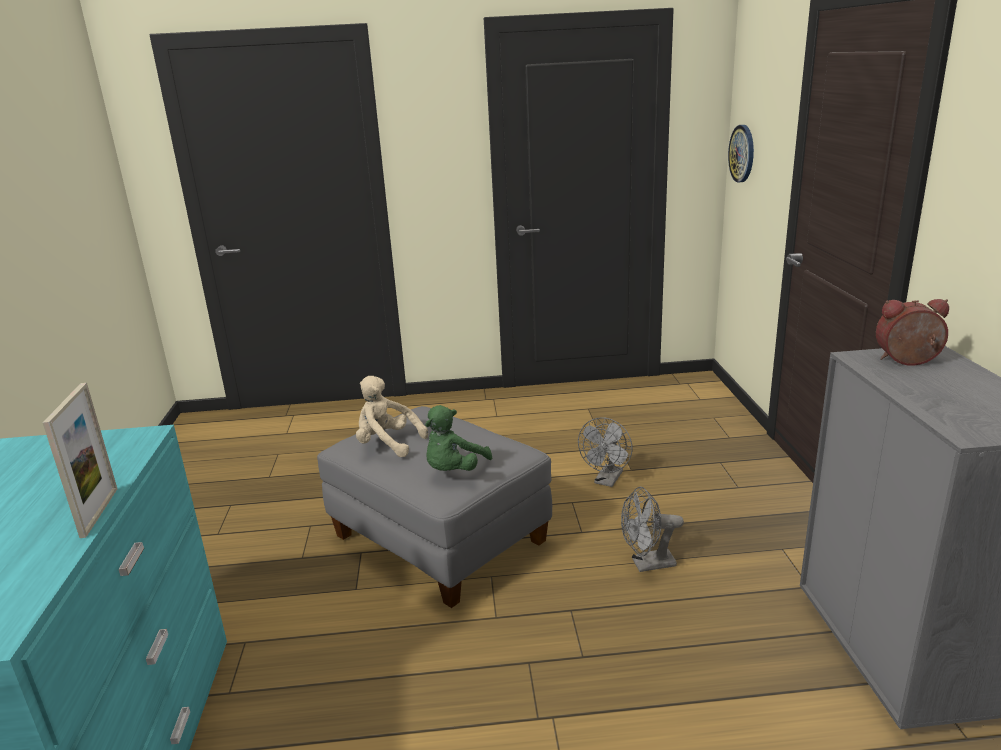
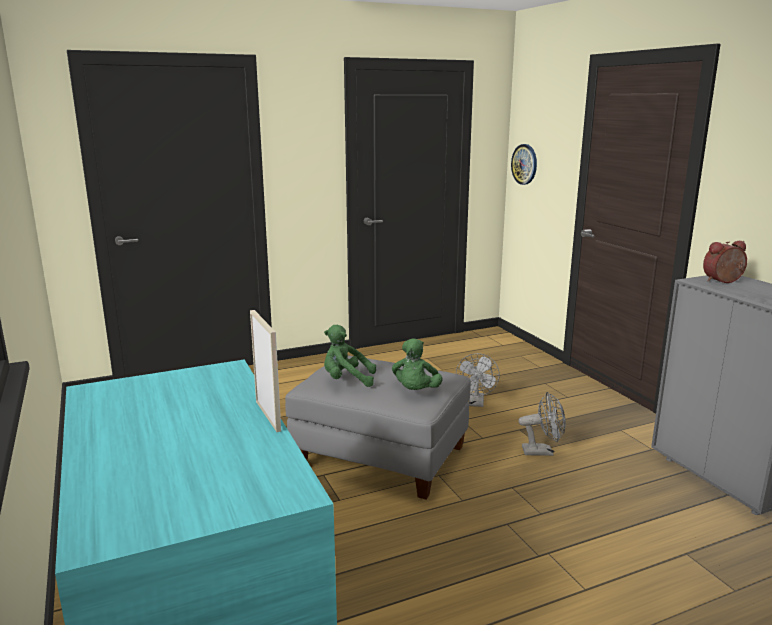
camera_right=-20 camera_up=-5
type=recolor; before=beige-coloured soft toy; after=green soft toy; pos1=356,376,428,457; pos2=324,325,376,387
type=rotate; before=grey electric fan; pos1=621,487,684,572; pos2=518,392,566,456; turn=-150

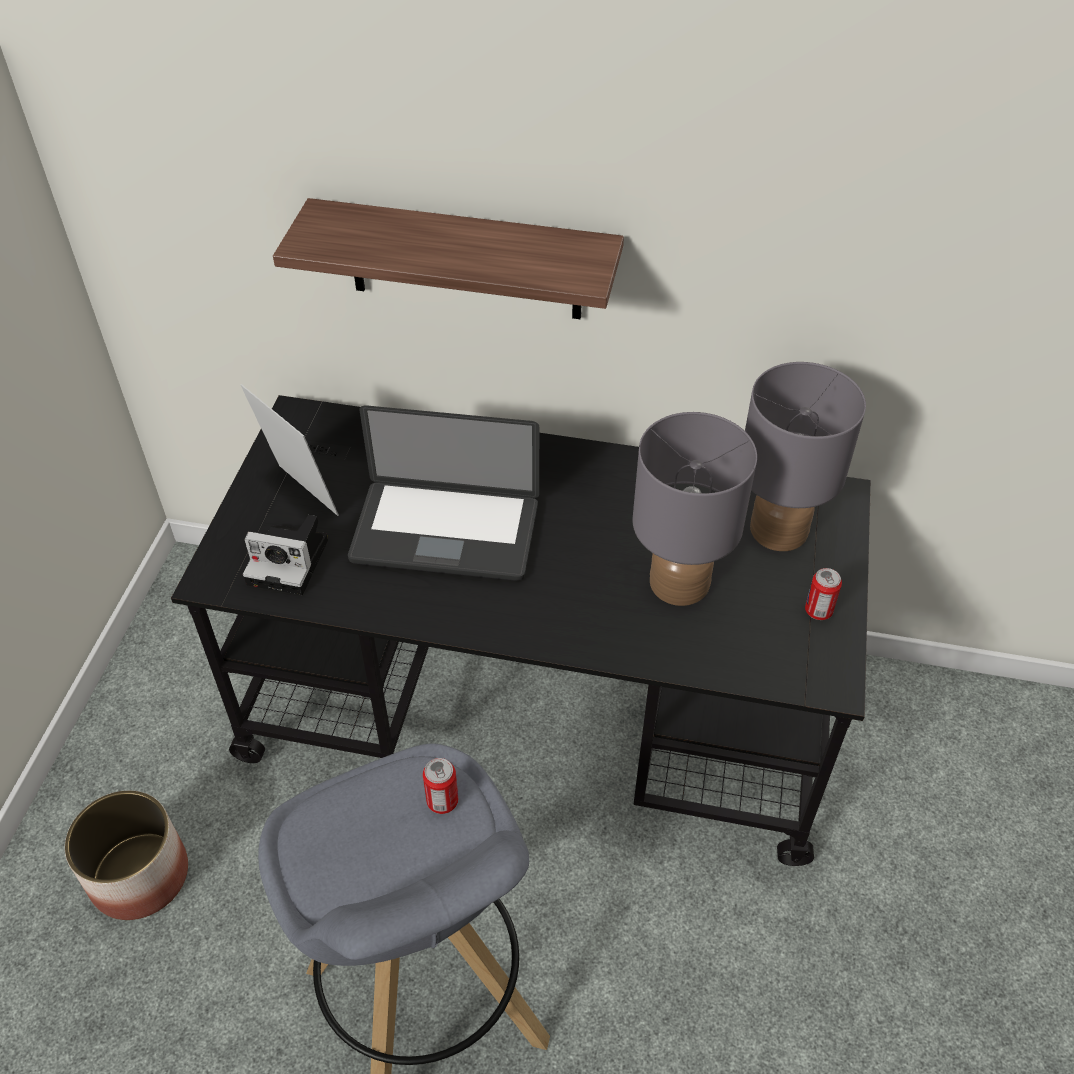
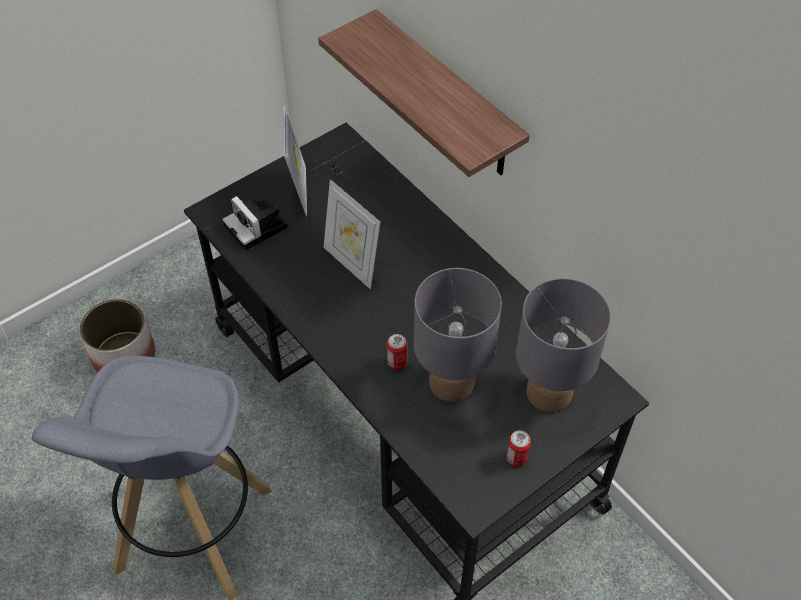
camera_right=40 camera_up=5
type=move; before=can; pos1=423,758,458,814; pos2=387,334,407,370
type=replace; before=laptop; after=photo frame; pos1=348,405,539,581; pos2=324,179,381,289

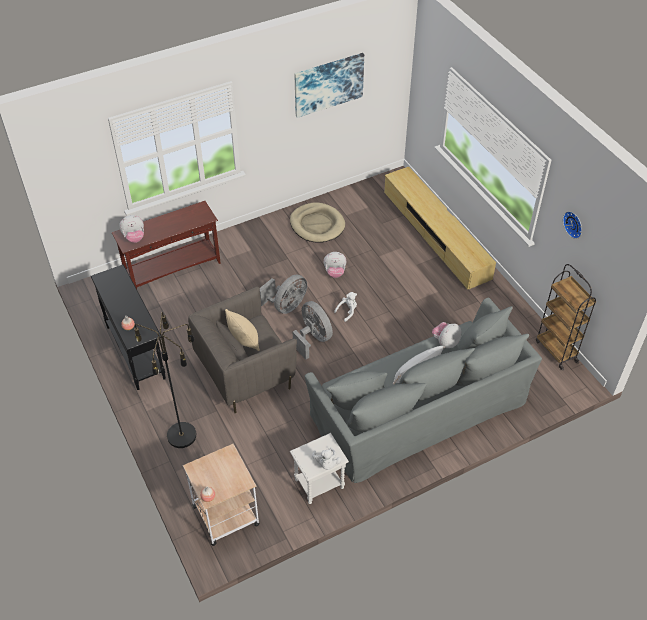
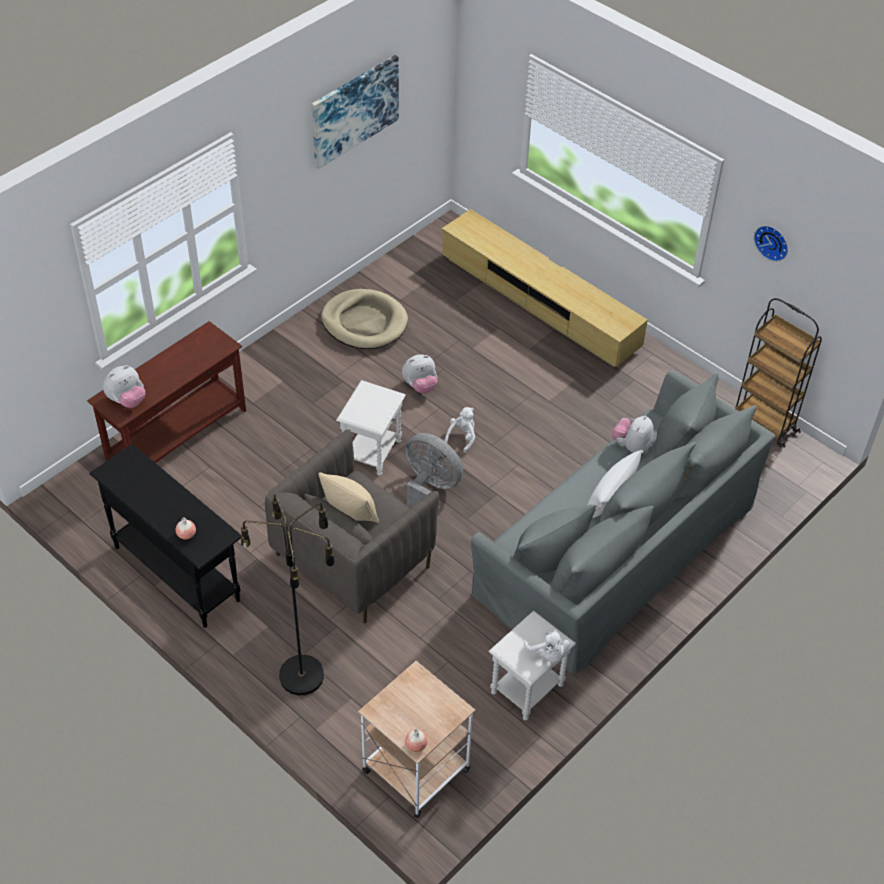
camera_right=-20 camera_up=0
type=replace; before=grey electric fan; after=whitish accent table; pos1=260,275,307,314; pos2=336,380,406,475

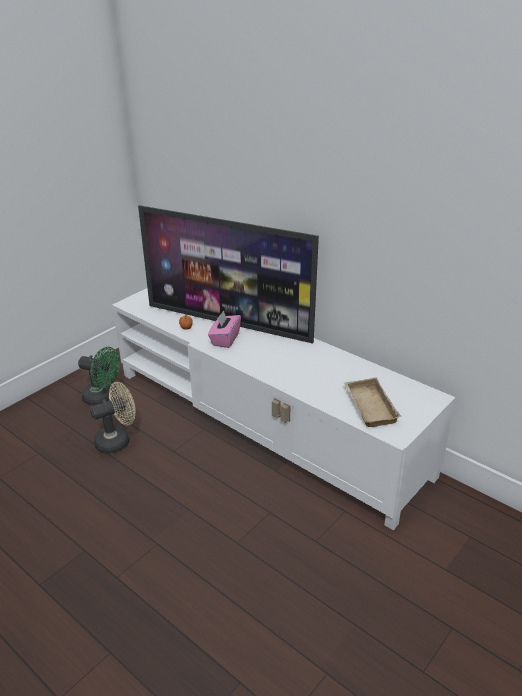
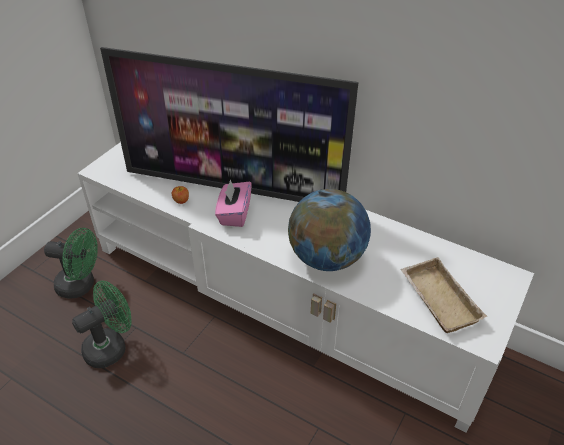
camera_right=-10 camera_up=10
type=insert; after=world globe; pos2=288,189,371,271
type=recolor; before=beige-coloured electric fan; after=green electric fan; pos1=90,382,136,454; pos2=72,281,132,368

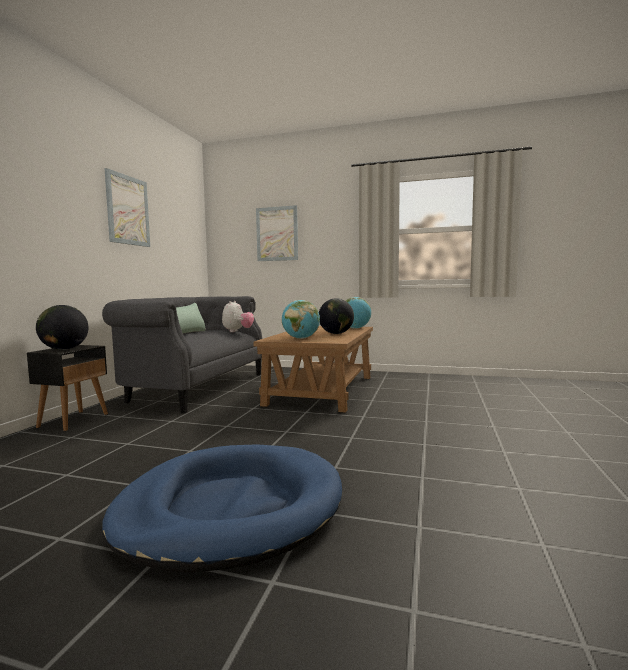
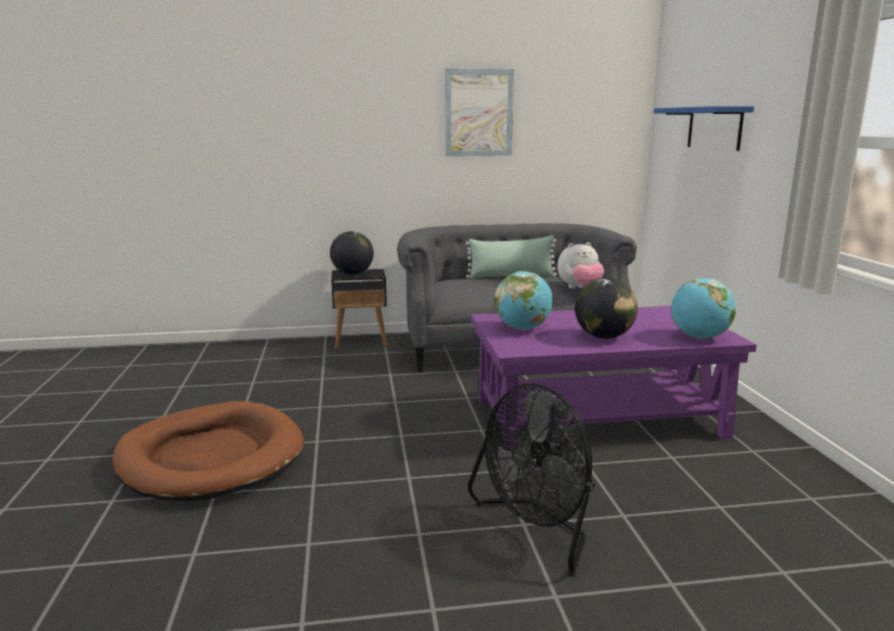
camera_right=65 camera_up=10
type=insert; after=black-coloured electric fan; pos2=468,383,596,577
type=replace; before=wall art; after=blue bracket shelf; pos1=256,205,298,261; pos2=654,106,754,151
type=recolor; before=blue pet bed; after=brown pet bed; pos1=102,444,342,572; pos2=113,401,304,501
type=recolor; before=brown lounge table; after=purplish lounge table; pos1=253,326,373,413; pos2=471,306,757,451

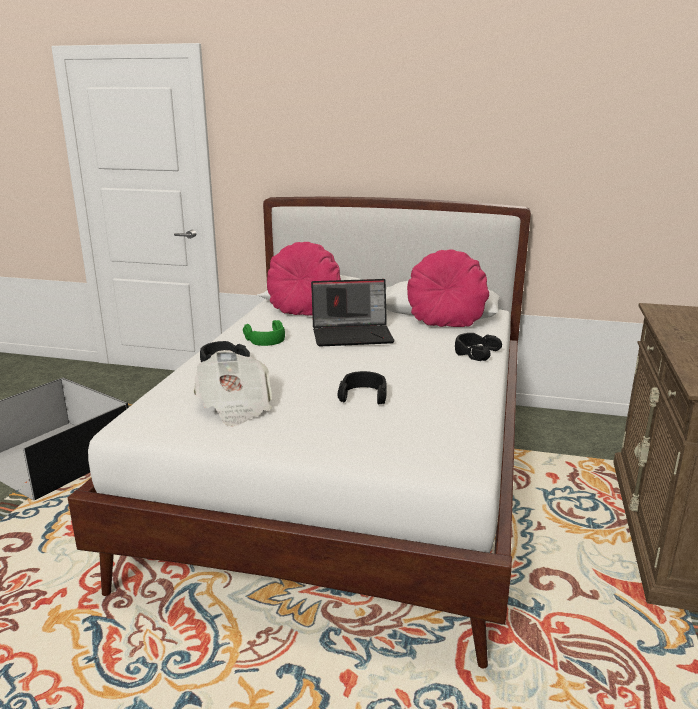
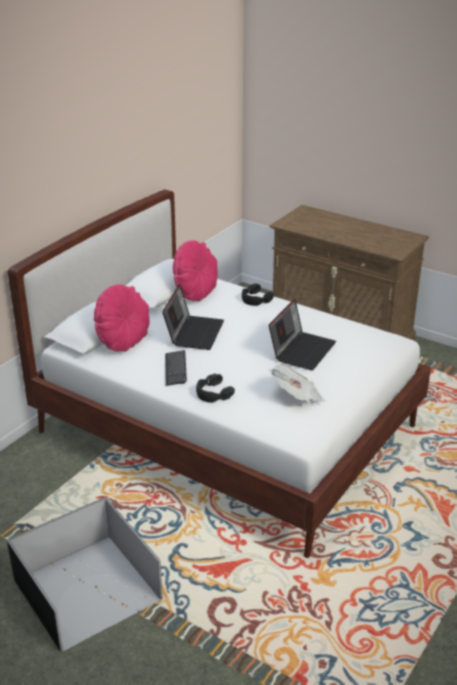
camera_right=-70 camera_up=10
type=replace; before=green headphones; after=keyboard; pos1=243,320,285,346; pos2=165,350,187,386
type=replace; before=black-coloured headphones; after=laptop; pos1=338,371,387,404; pos2=269,299,336,370

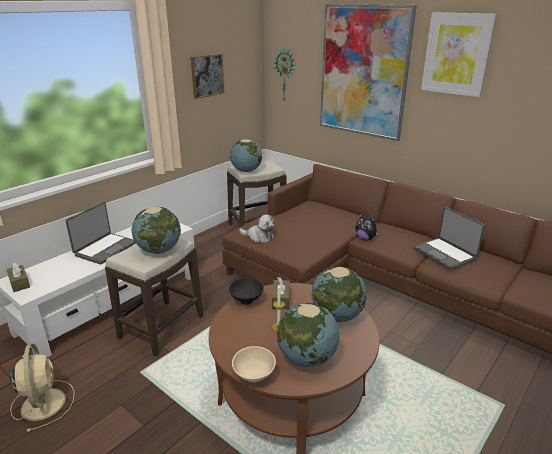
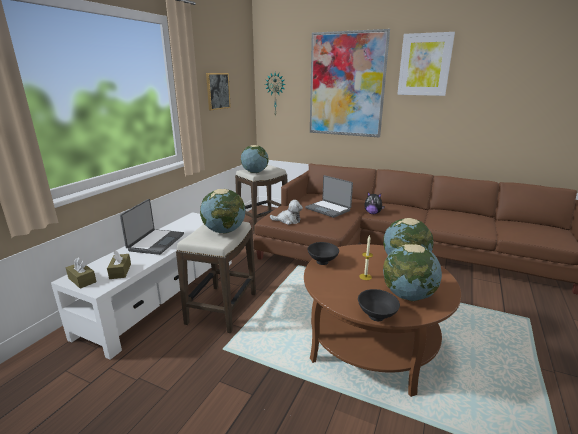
camera_right=-15 camera_up=-5
type=delete; before=beige-coloured electric fan; pos1=10,343,75,432
type=move; before=brown tissue box; pos1=272,277,290,309; pos2=107,250,131,279
type=move; before=laptop; pos1=414,207,485,270; pos2=305,175,353,218
type=recolor; before=beige-coloured bowl; after=black-coloured bowl; pos1=232,346,276,383; pos2=358,289,400,321

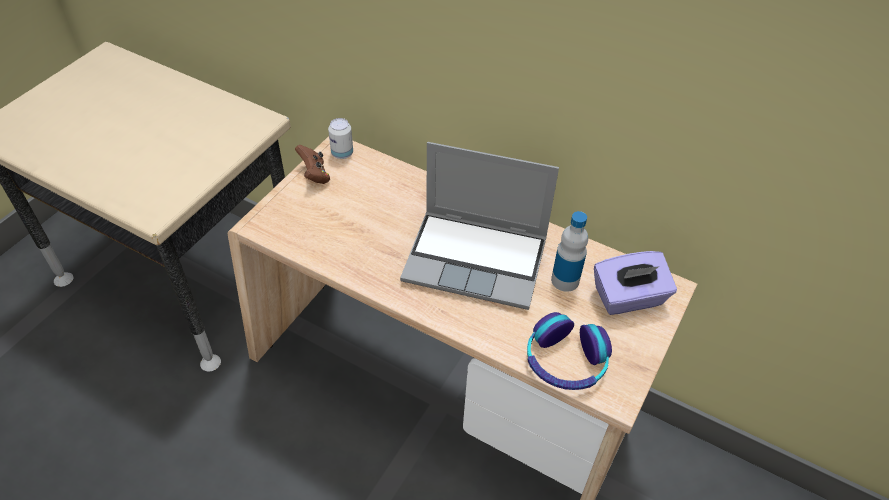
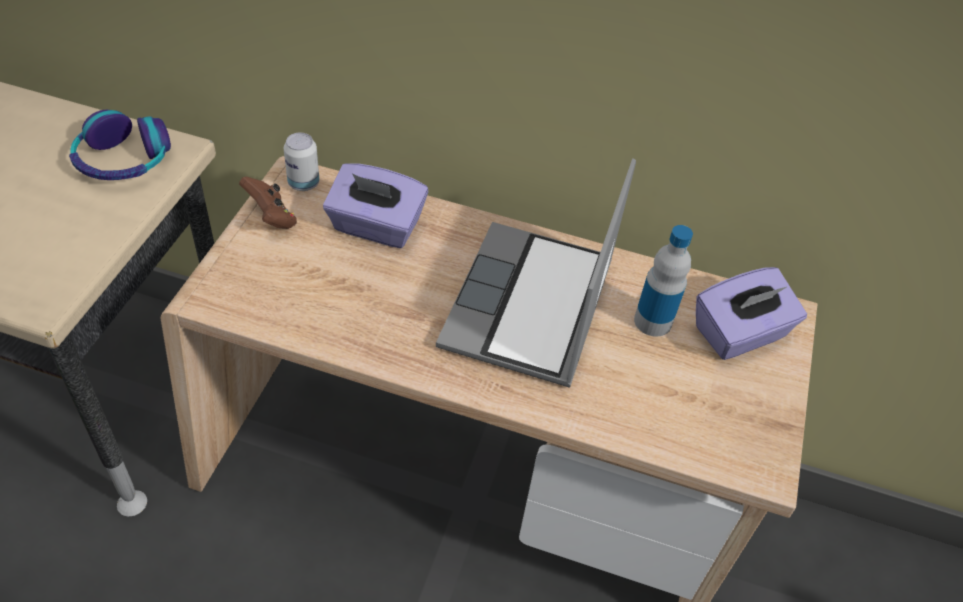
camera_right=-15 camera_up=0
type=insert; after=purplish tissue box; pos2=323,163,428,248
type=move; before=headphones; pos1=527,312,612,390; pos2=69,110,171,180
type=rotate; before=laptop; pos1=400,142,559,310; pos2=436,158,636,388; turn=105

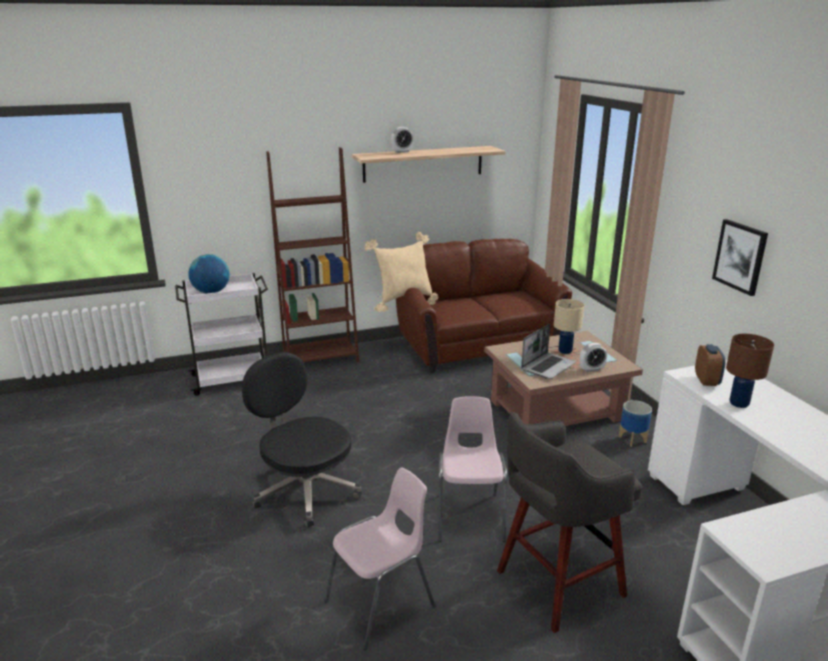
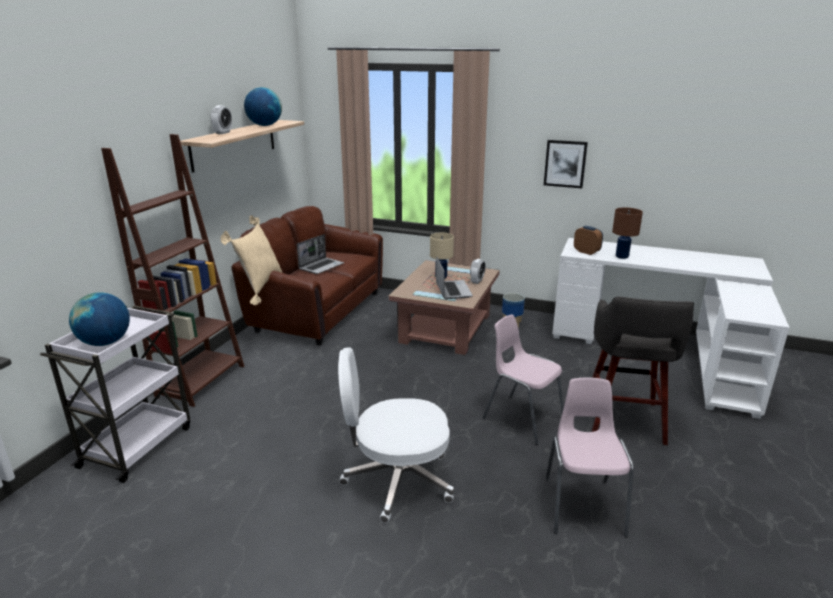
camera_right=-50 camera_up=0
type=insert; after=world globe; pos2=244,87,282,126
type=insert; after=laptop; pos2=297,234,344,274
type=recolor; before=black-coloured desk chair; after=whitish desk chair; pos1=242,352,362,528; pos2=338,347,454,523

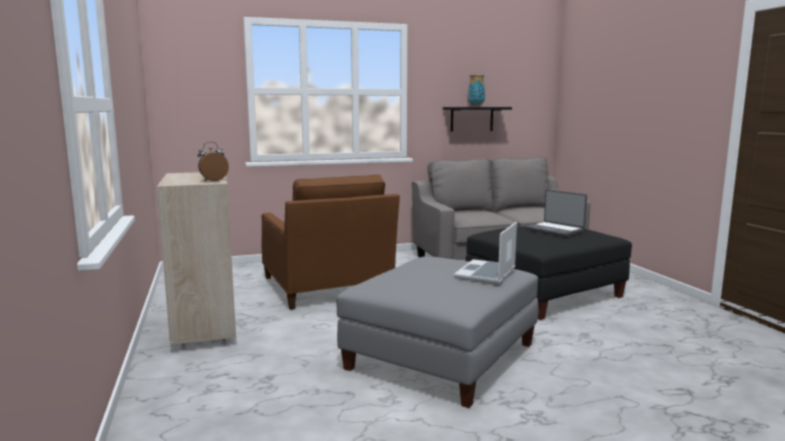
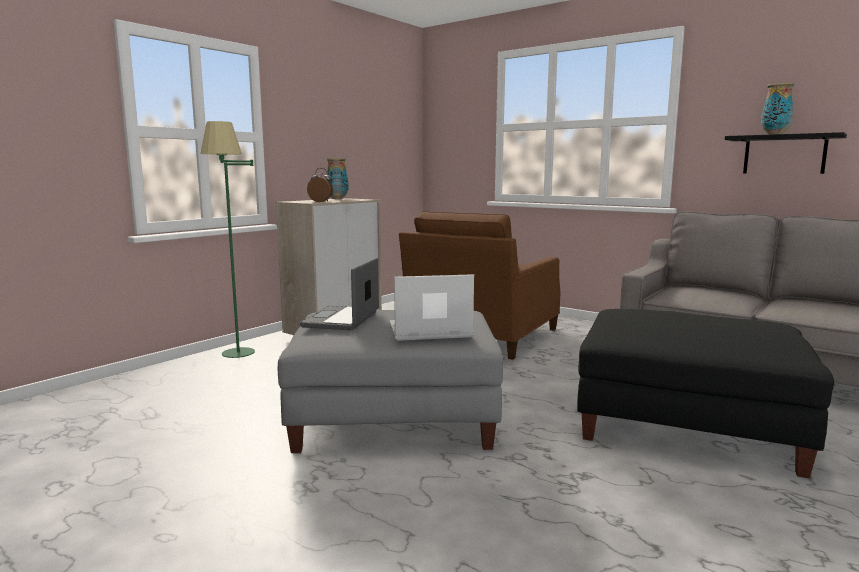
camera_right=55 camera_up=0
type=insert; after=green standard lamp; pos2=201,121,255,358
type=insert; after=decorative vase; pos2=326,158,348,199
type=move; before=laptop; pos1=525,190,587,237; pos2=300,258,379,330

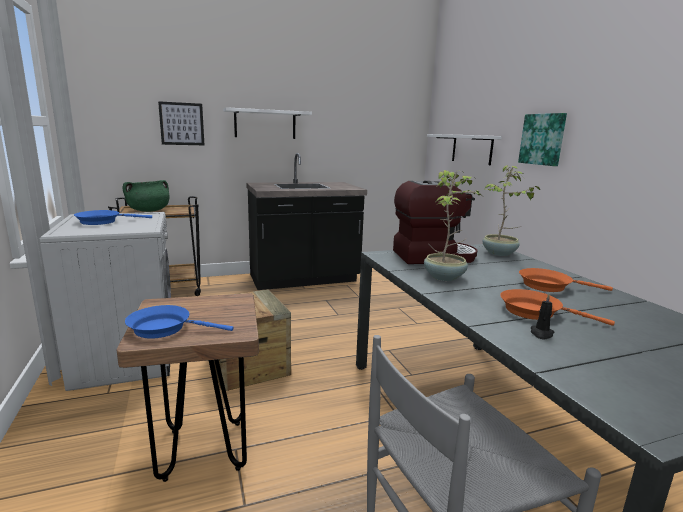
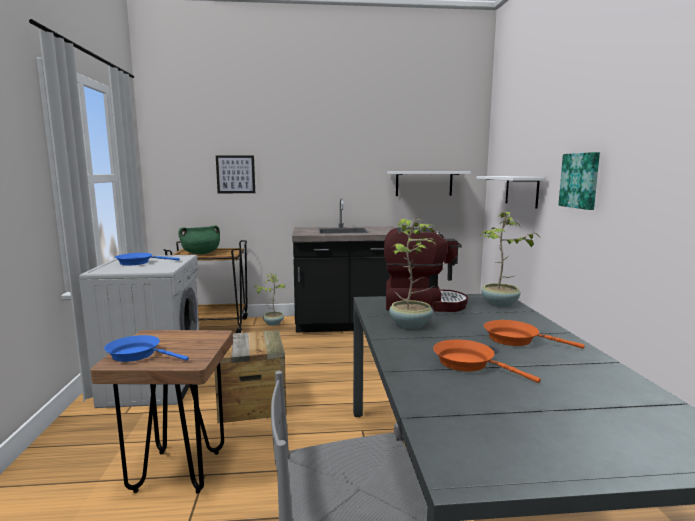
camera_right=15 camera_up=-5
type=delete; before=black-coloured wax candle; pos1=531,294,554,340
type=insert; after=houseplant; pos2=254,273,286,326
type=move; before=whitish bracket shelf; pos1=223,107,312,139; pos2=387,171,471,196

